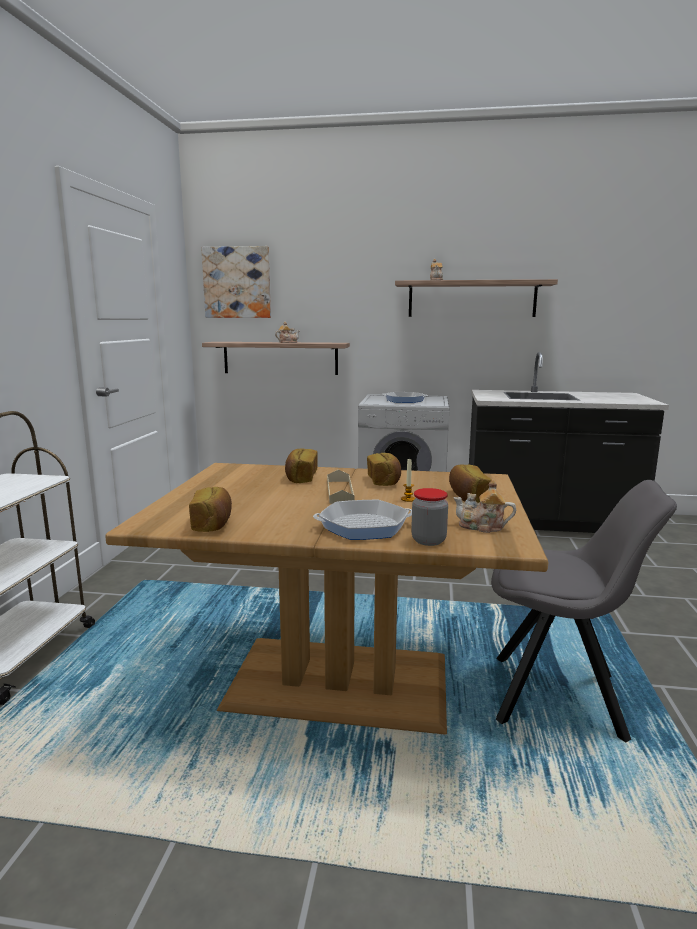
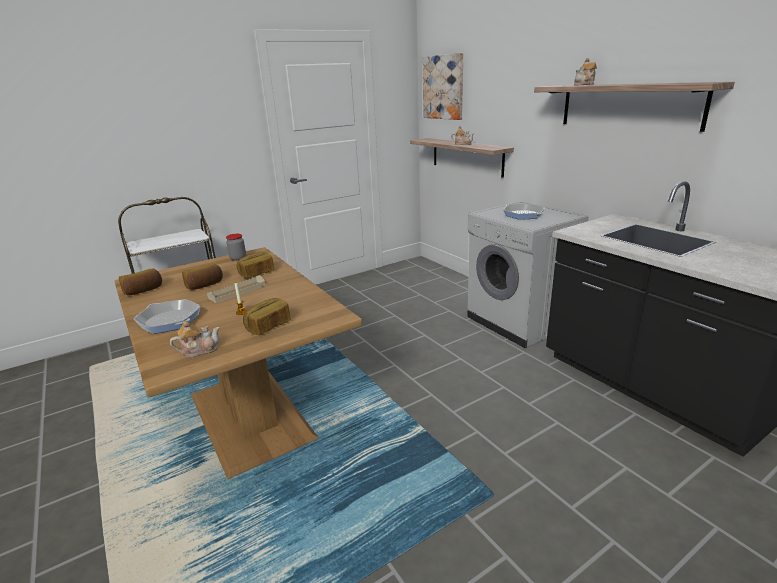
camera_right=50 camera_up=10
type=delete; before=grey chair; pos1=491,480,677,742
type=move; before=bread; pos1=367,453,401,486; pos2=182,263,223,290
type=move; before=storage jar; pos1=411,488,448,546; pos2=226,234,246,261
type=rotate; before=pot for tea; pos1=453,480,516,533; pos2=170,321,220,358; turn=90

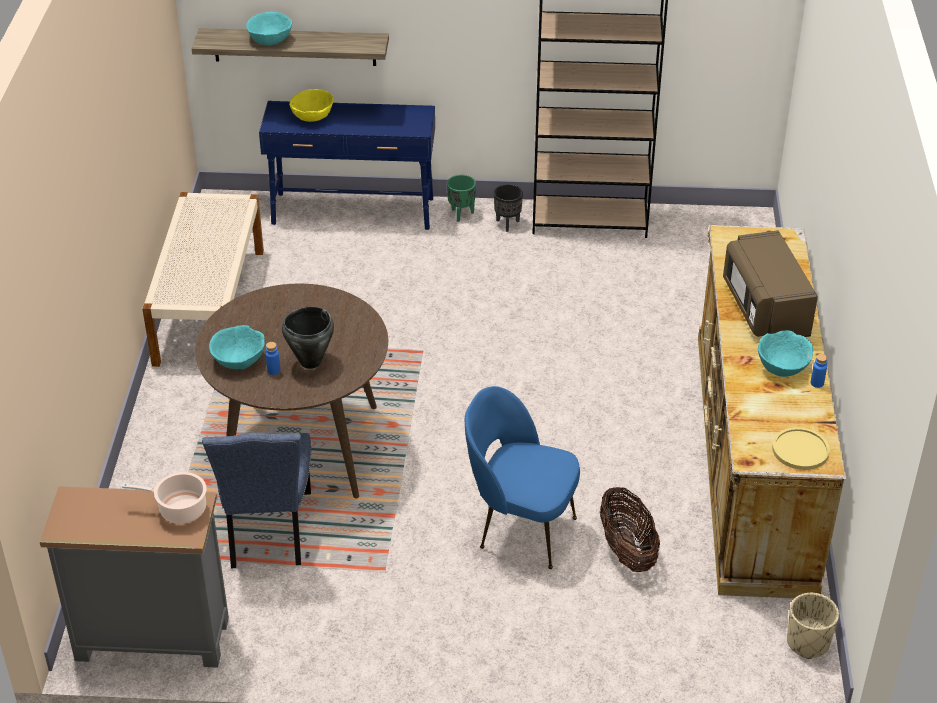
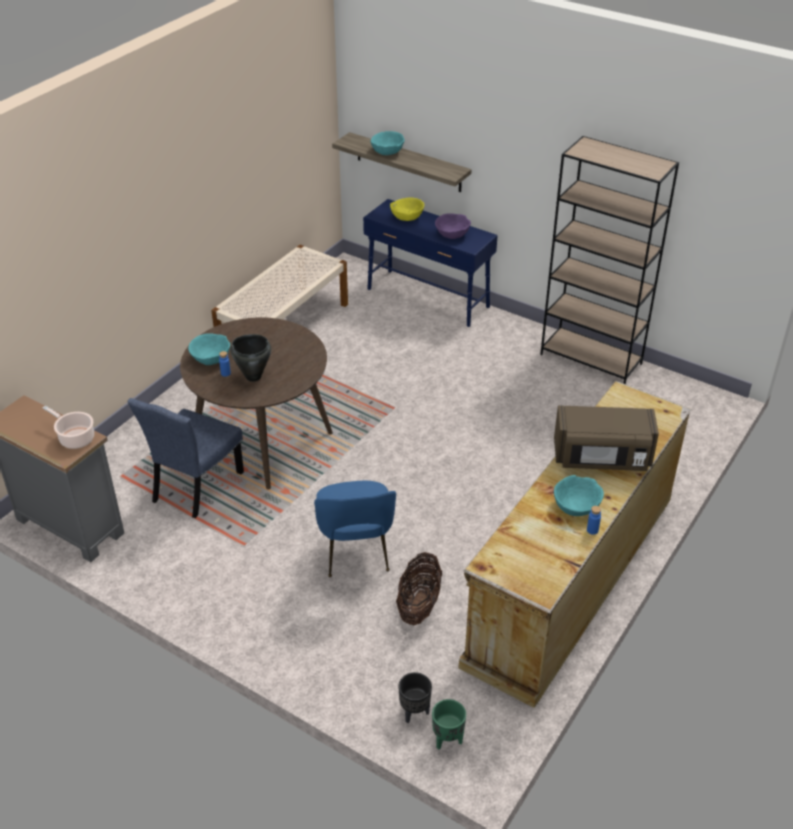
camera_right=30 camera_up=0
type=delete; before=yellowish plate; pos1=772,427,830,470
type=delete; before=beige-coloured flower pot; pos1=787,593,839,659
type=insert; after=purplish bowl; pos2=435,213,471,239
type=move; before=green flower pot; pos1=447,175,476,222; pos2=432,699,466,750
type=move; before=black-coloured flower pot; pos1=494,184,523,232; pos2=398,672,432,723
type=rotate; before=blue chair; pos1=465,386,580,569; pos2=314,481,396,577; turn=-150
type=rotate; before=brown microwave; pos1=723,230,818,337; pos2=554,405,659,471; turn=-105

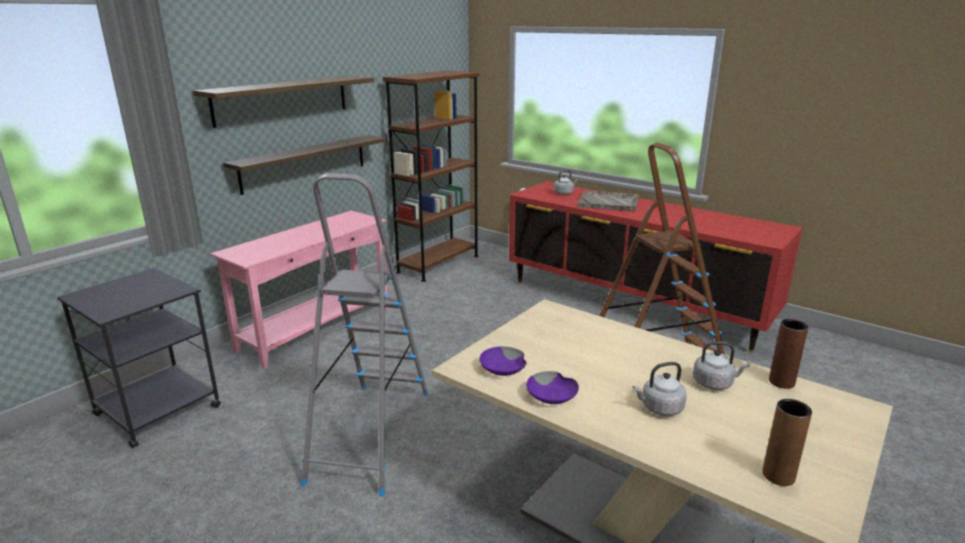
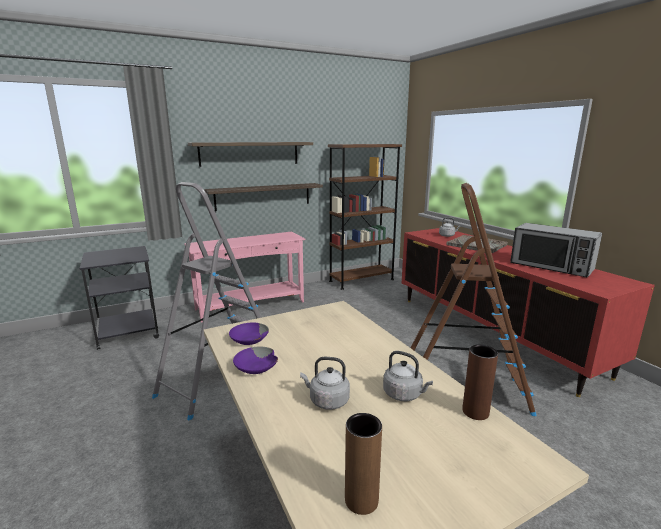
camera_right=25 camera_up=-5
type=insert; after=microwave; pos2=510,223,602,277

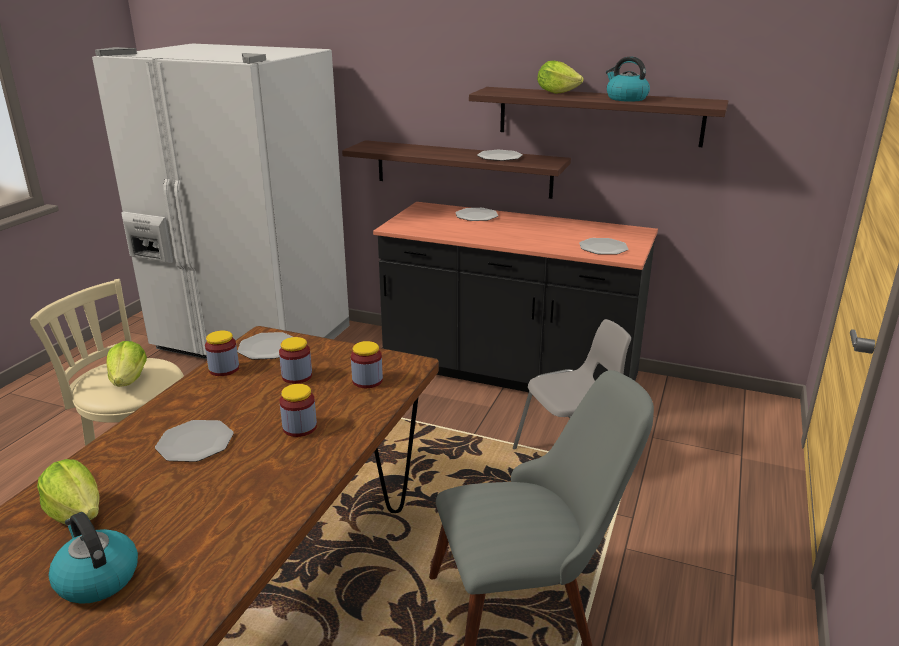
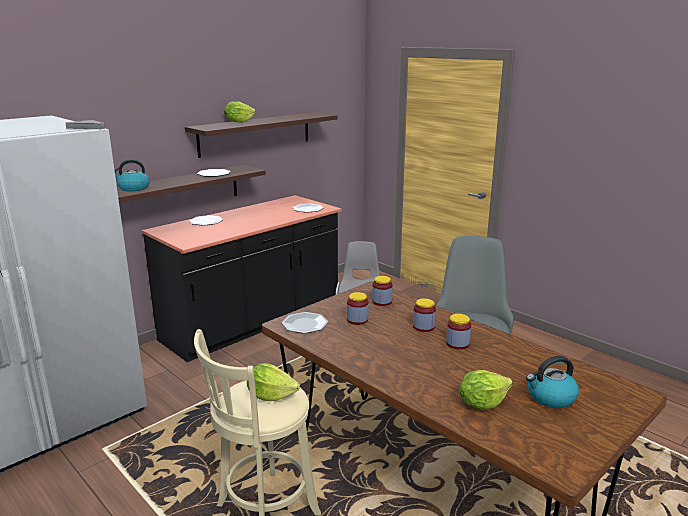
camera_right=-65 camera_up=-5
type=delete; before=plate; pos1=155,420,234,462
type=move; before=storage jar; pos1=205,330,239,376; pos2=446,314,471,350
type=move; before=tea kettle; pos1=606,57,650,102; pos2=115,159,150,191

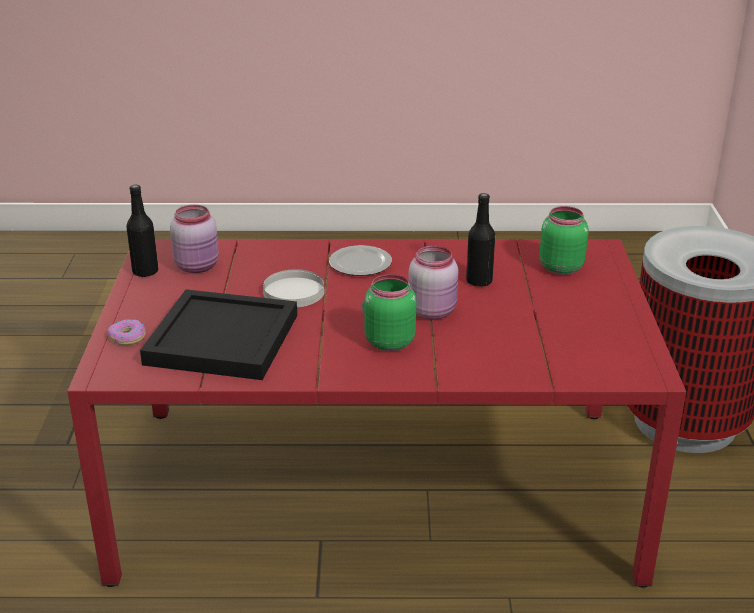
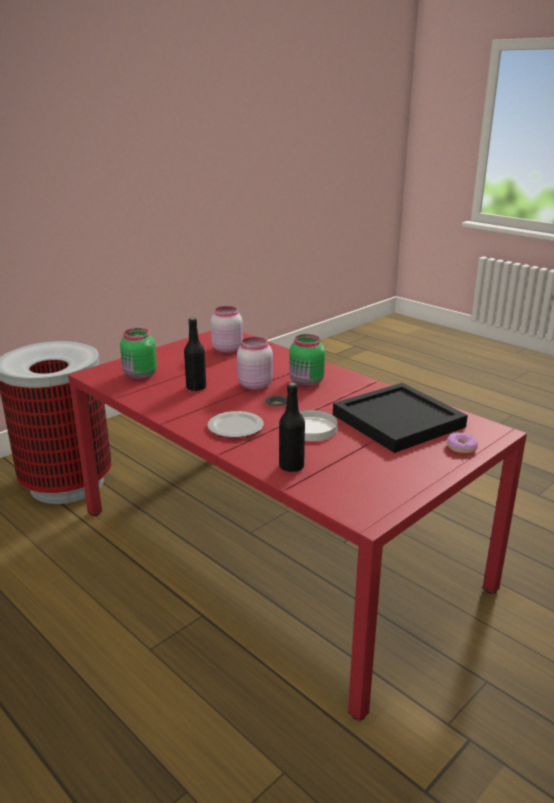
camera_right=-135 camera_up=-5
type=move; before=black-coloured beverage bottle; pos1=126,185,158,277; pos2=279,382,305,472
type=move; before=pink-coloured storage jar; pos1=170,205,219,273; pos2=211,306,243,353

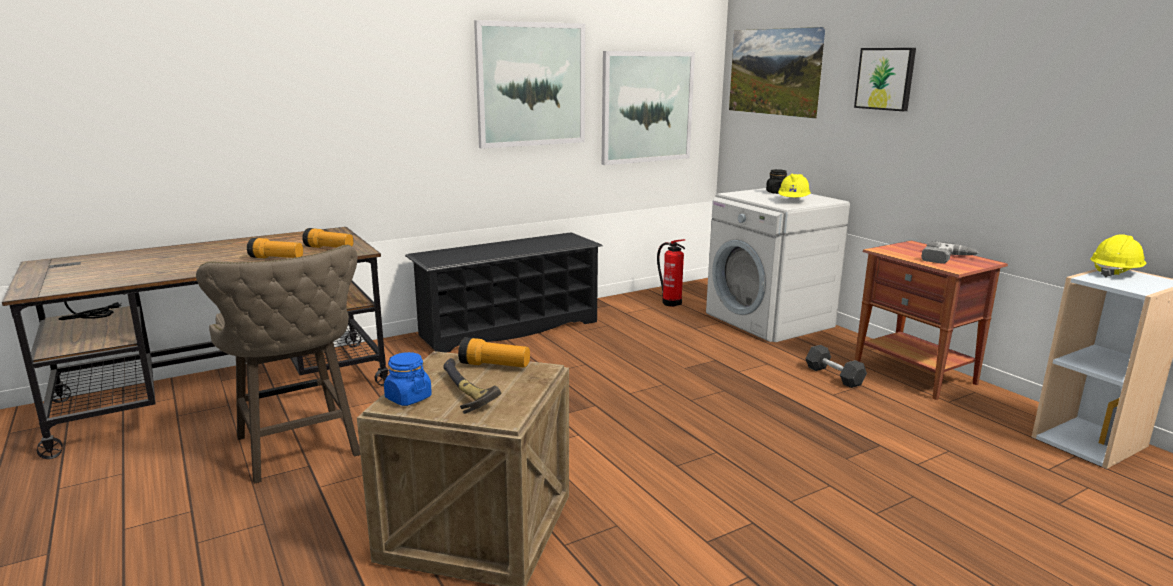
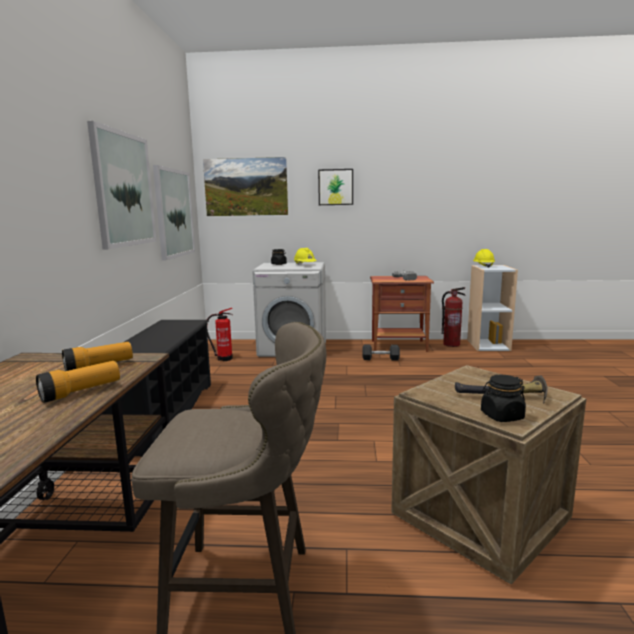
camera_right=-55 camera_up=-5
type=delete; before=hand torch; pos1=458,337,530,368
type=insert; after=fire-fighting cylinder; pos2=442,287,466,347
type=recolor; before=blue storage jar; after=black-coloured storage jar; pos1=384,352,432,406; pos2=481,375,526,422

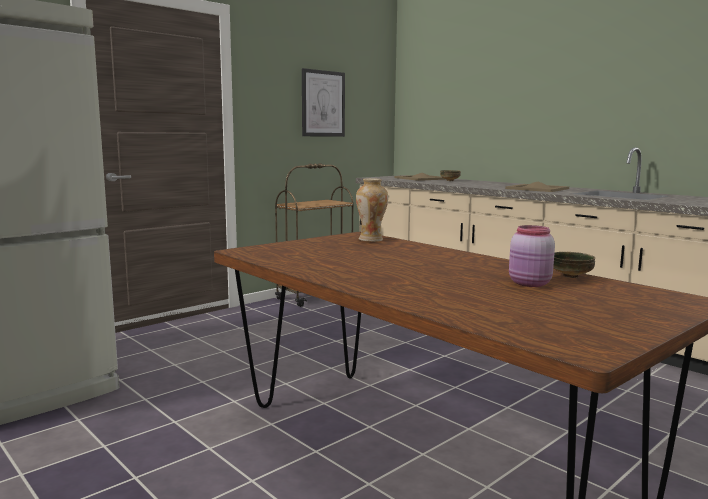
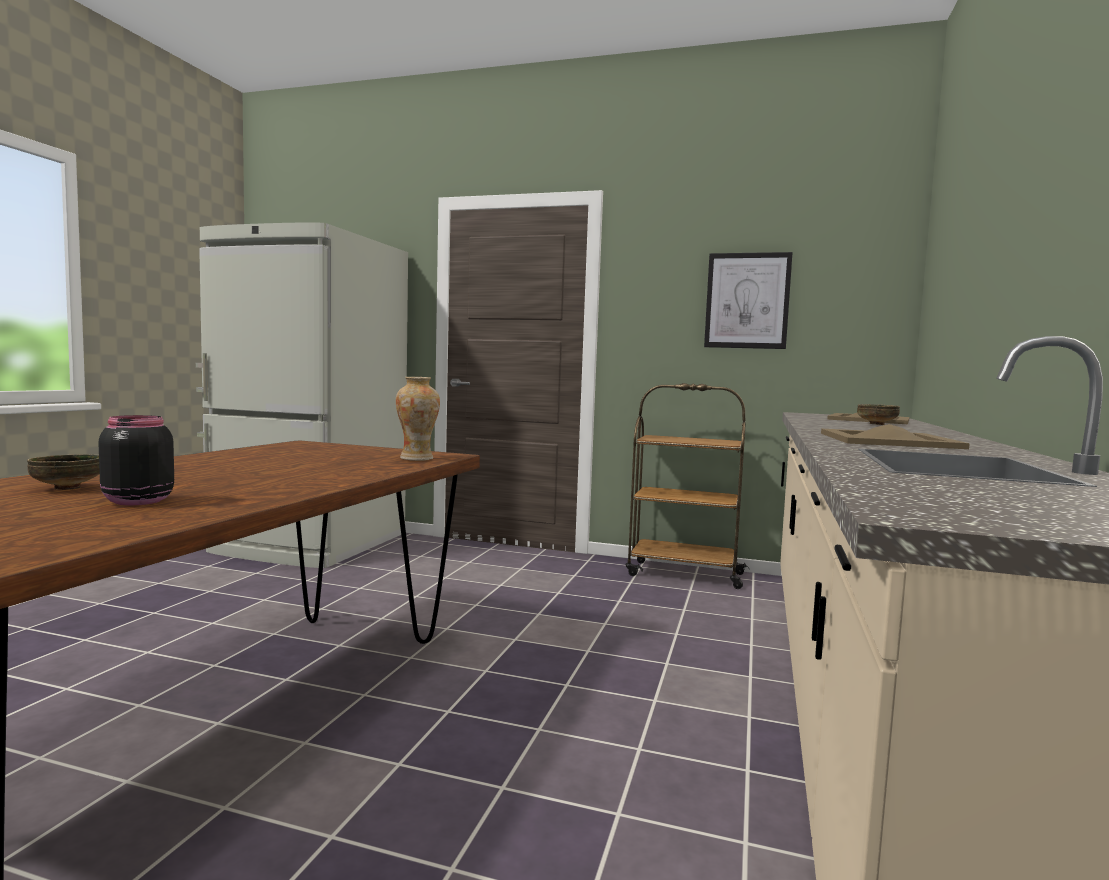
camera_right=60 camera_up=-5
type=move; before=bowl; pos1=553,252,595,278; pos2=27,454,100,490
type=recolor; before=pink-coloured storage jar; after=black-coloured storage jar; pos1=509,225,555,287; pos2=98,415,174,505

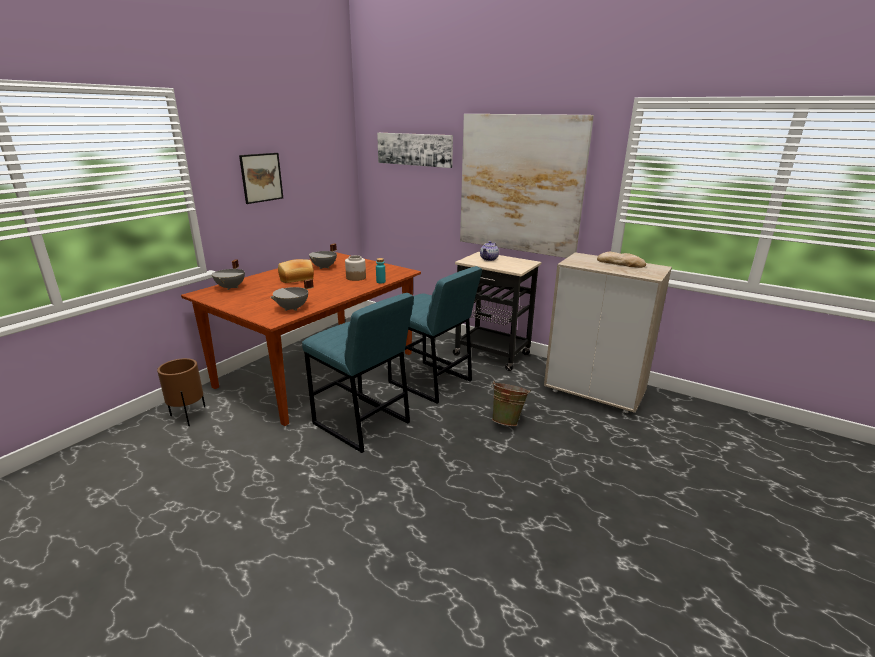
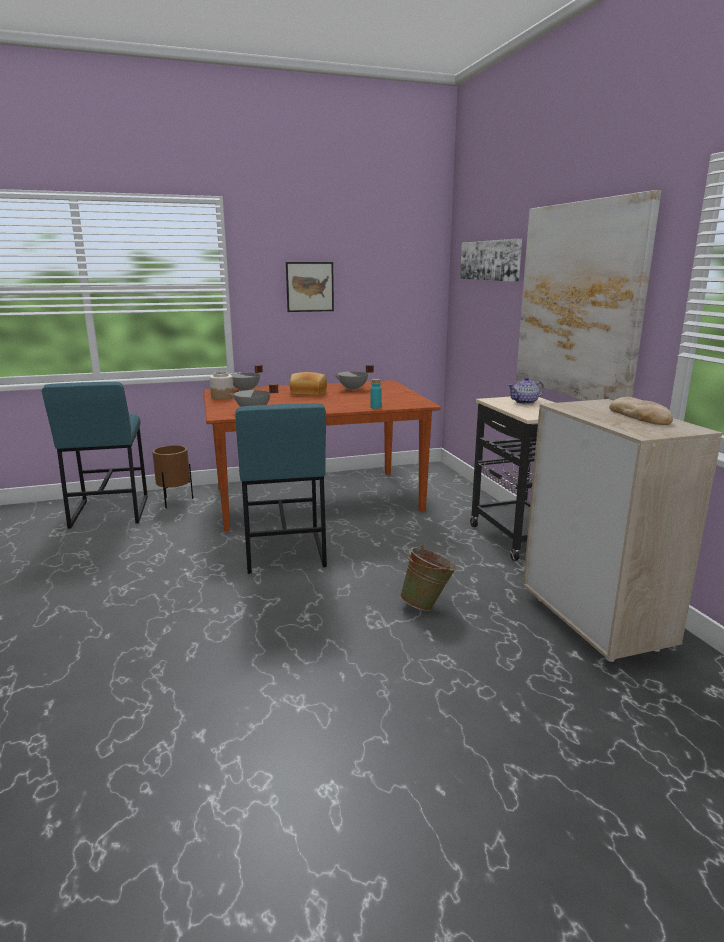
camera_right=40 camera_up=-5
type=move; before=storage jar; pos1=345,255,366,281; pos2=210,372,234,400
type=move; before=blue stool seat; pos1=388,266,482,404; pos2=42,382,148,529

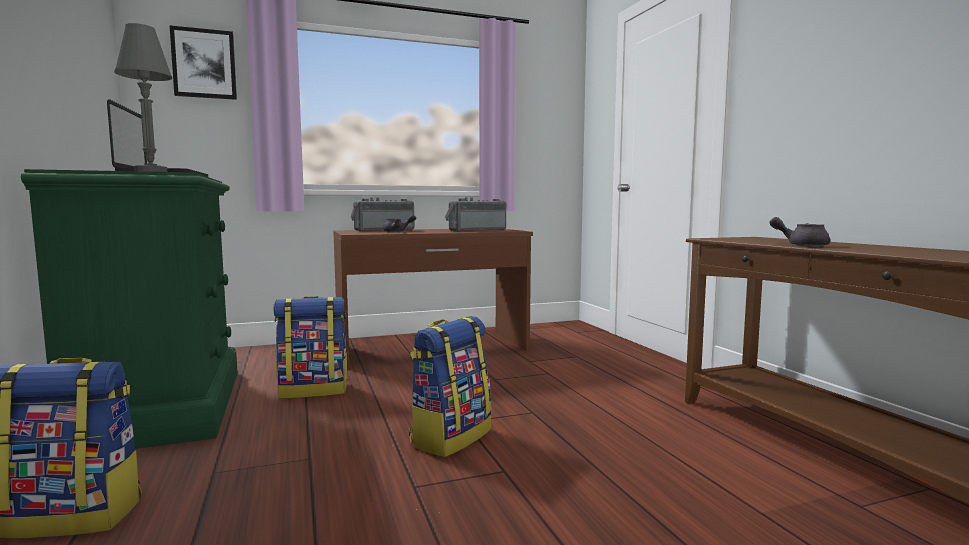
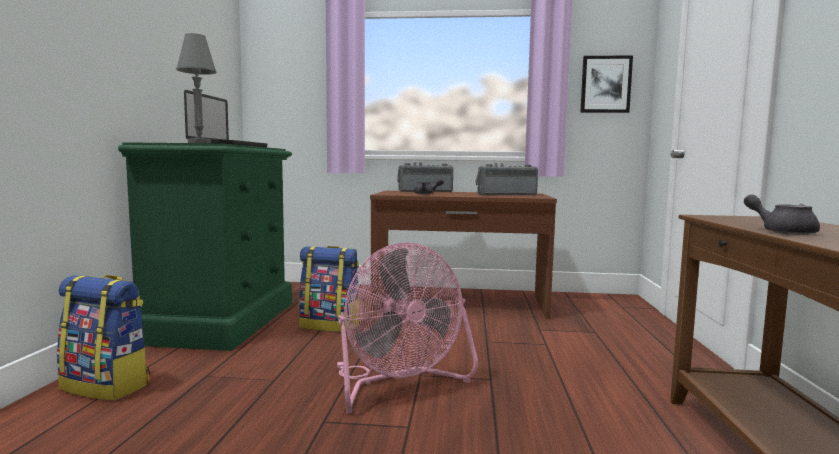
camera_right=25 camera_up=0
type=move; before=wall art; pos1=170,25,237,100; pos2=580,55,633,113
type=replace; before=rucksack; after=pink-coloured electric fan; pos1=409,316,492,457; pos2=337,242,478,413

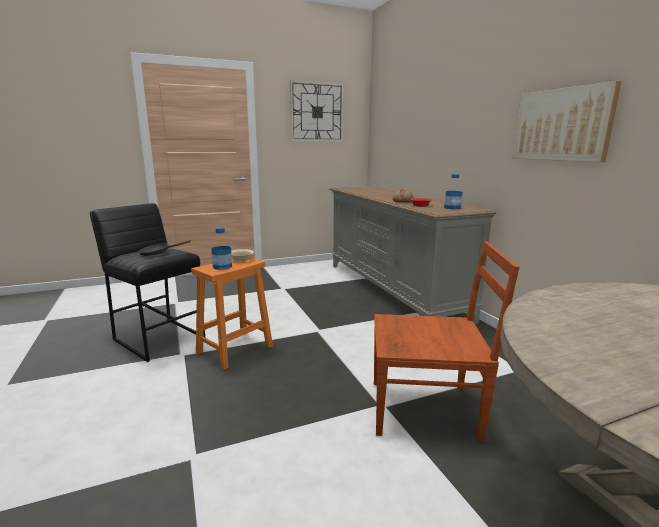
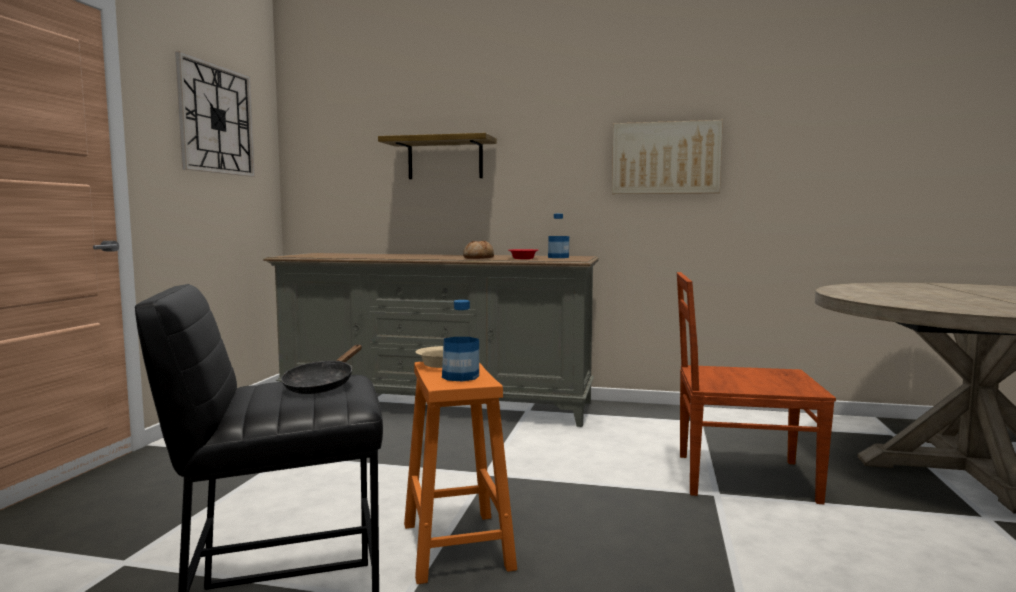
camera_right=-55 camera_up=-10
type=insert; after=bracket shelf; pos2=378,133,497,179
type=rotate; before=brown chair; pos1=374,241,519,442; pos2=677,272,836,504; turn=-120

